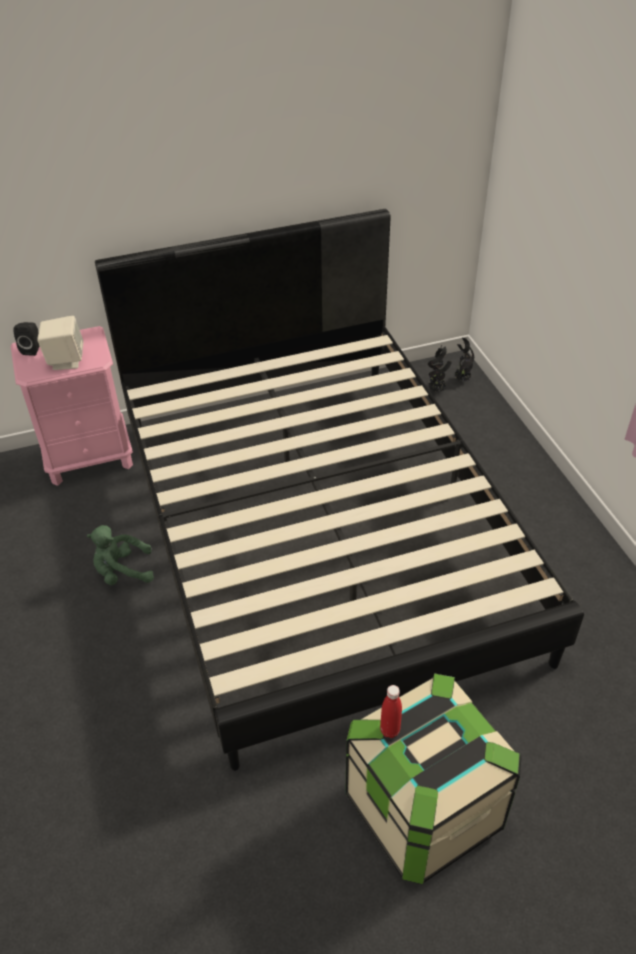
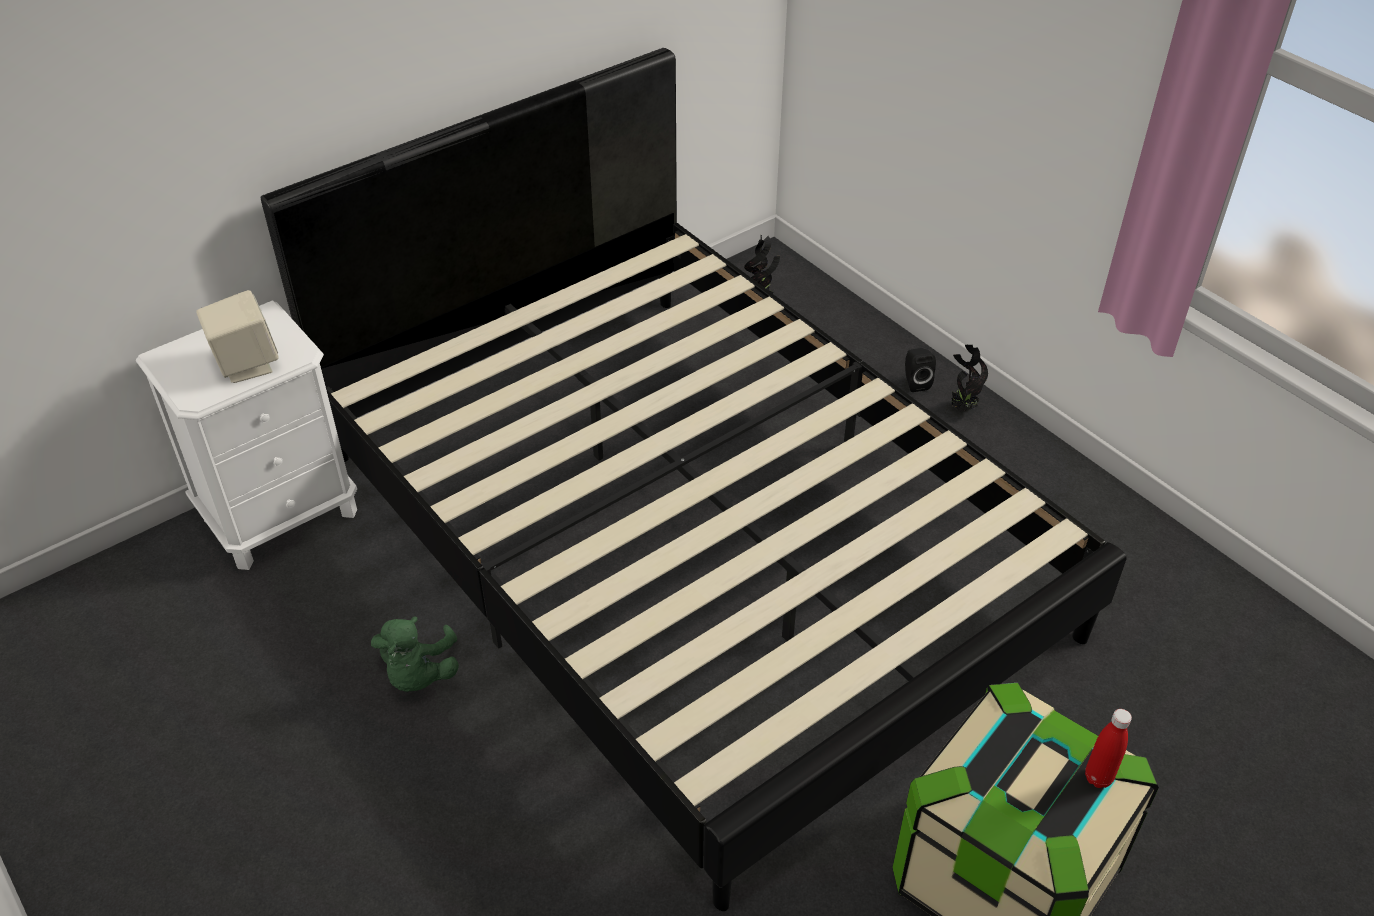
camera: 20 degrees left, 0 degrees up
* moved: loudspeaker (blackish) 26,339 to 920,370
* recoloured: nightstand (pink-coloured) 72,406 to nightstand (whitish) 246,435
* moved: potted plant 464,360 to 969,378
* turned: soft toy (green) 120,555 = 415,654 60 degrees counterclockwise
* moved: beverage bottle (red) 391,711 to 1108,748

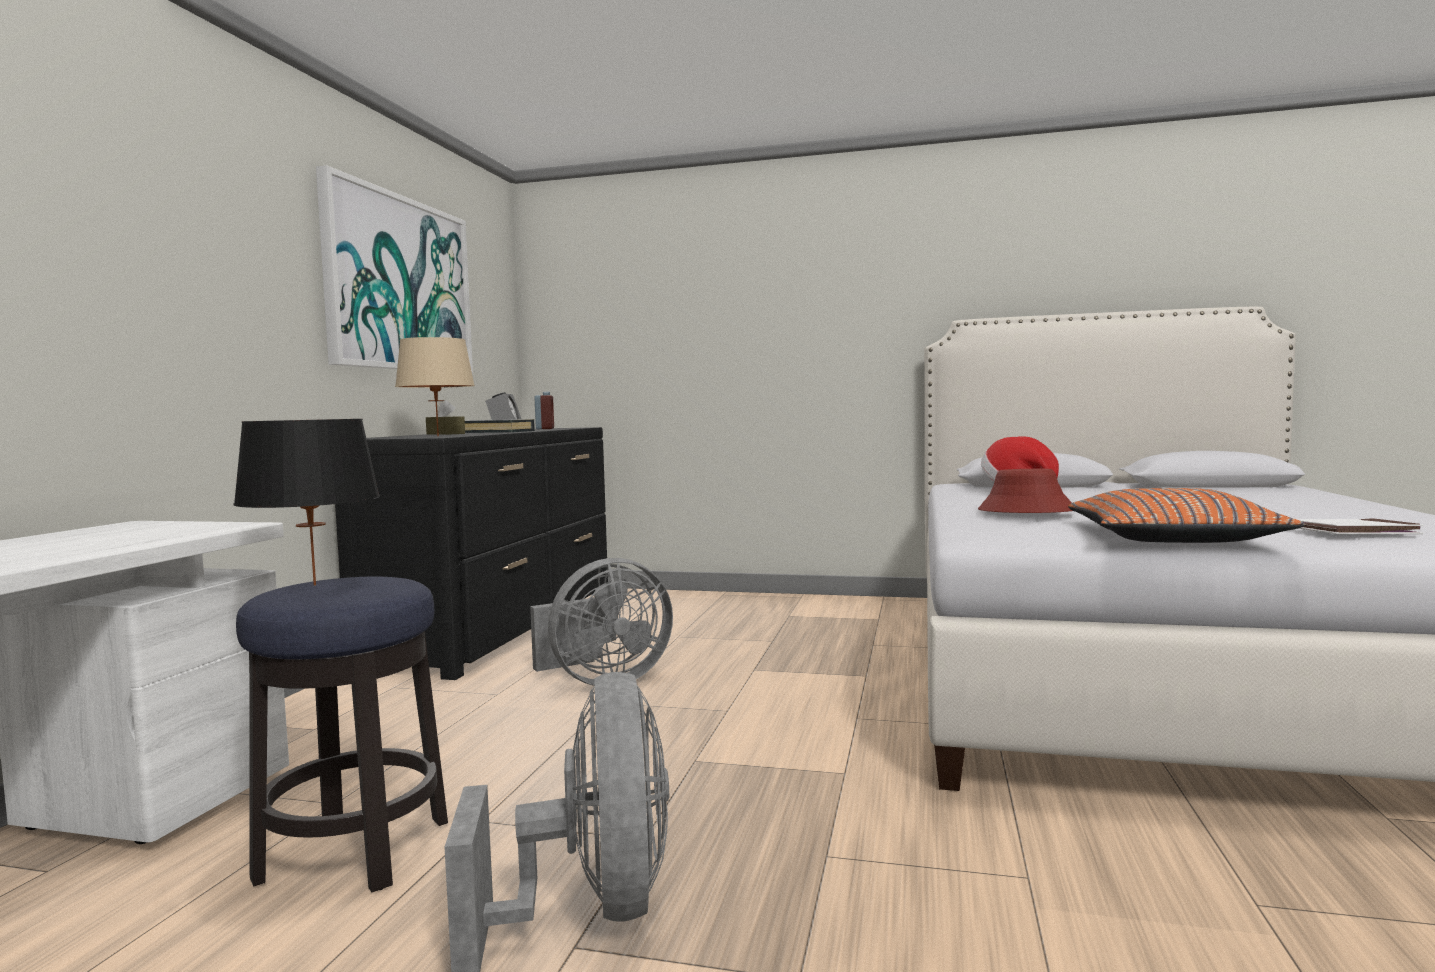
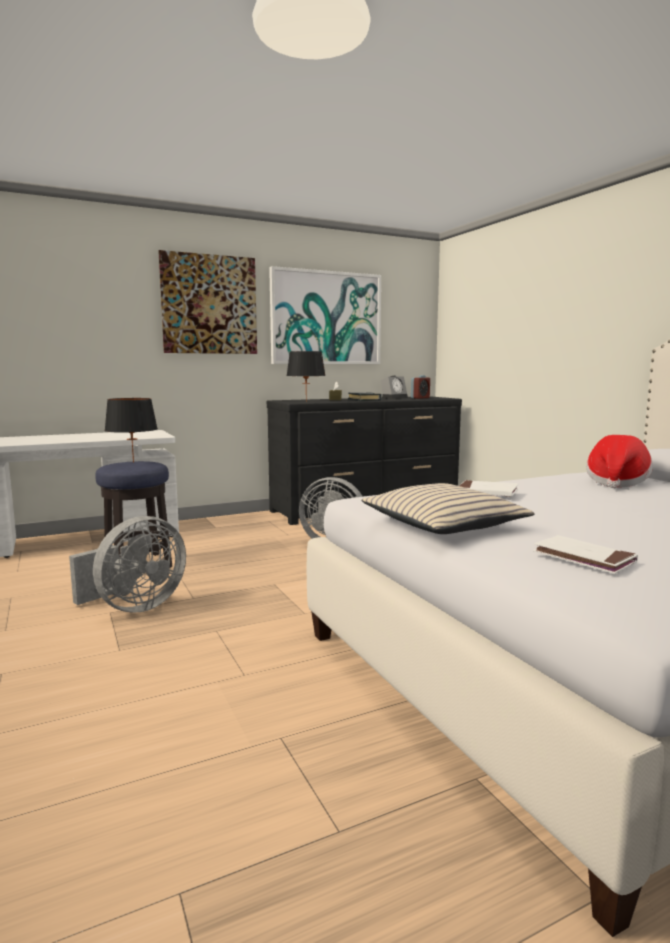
camera: 50 degrees right, 5 degrees up
* recoloured: lamp for a table (beige) 435,386 to lamp for a table (blackish) 306,376
* replaced: hat (red) 1025,491 to book (whitish) 489,488
* recoloured: cushion (orange-coloured) 1186,515 to cushion (beige) 448,508
* added: picture 207,302

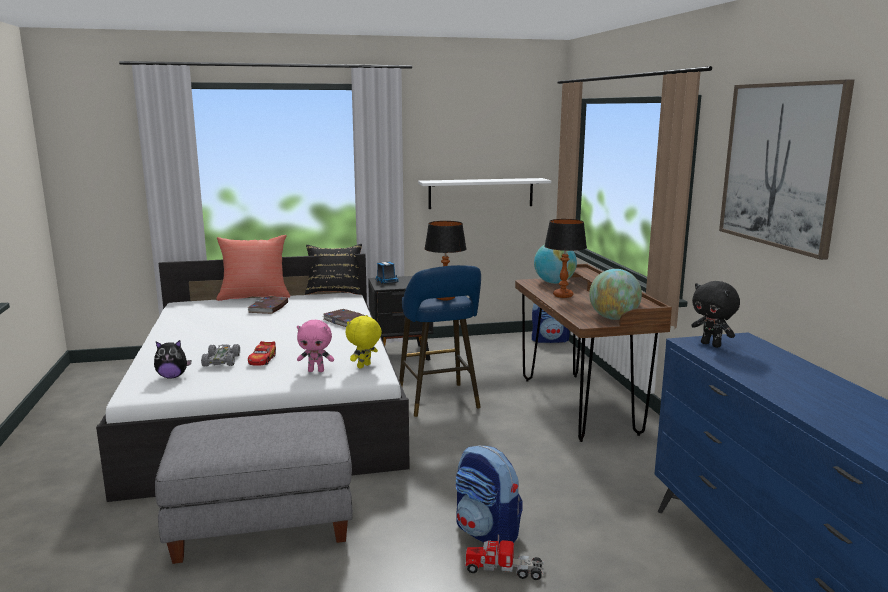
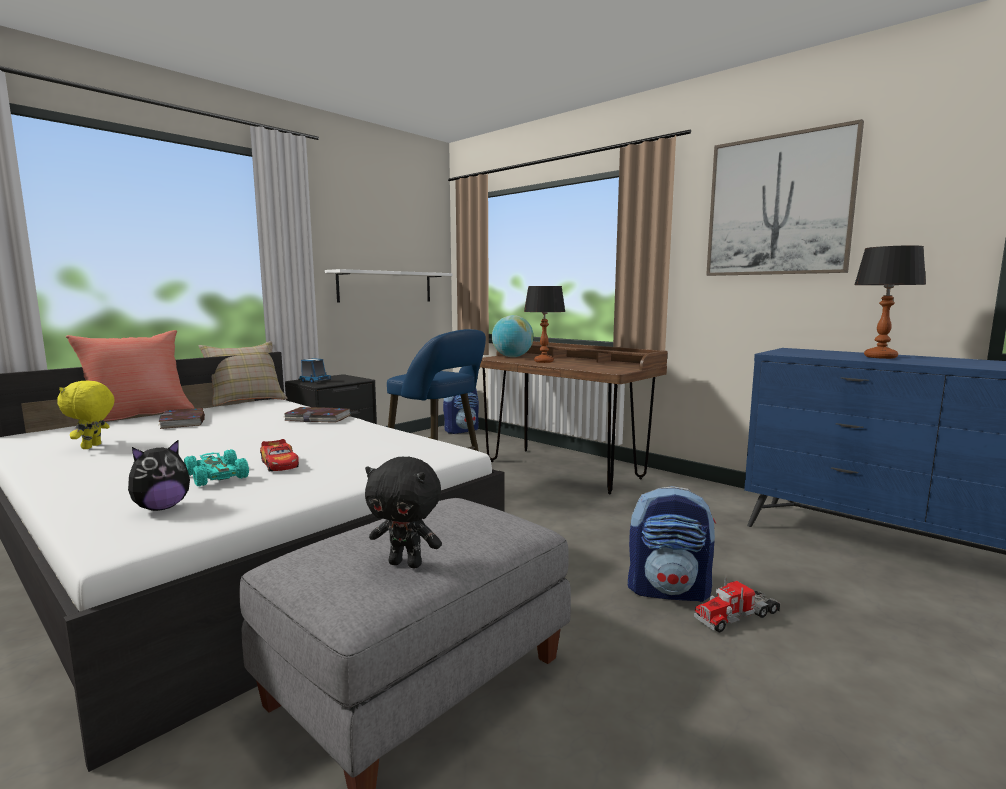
camera: 35 degrees left, 5 degrees down
* moved: lamp for a table 445,260 to 890,302
* recoloured: cushion (blackish) 333,269 to cushion (beige) 243,373
* removed: globe 615,294
* moved: soft toy (blackish) 715,314 to 403,512
* moved: soft toy (yellow-coloured) 363,342 to 86,415
* removed: soft toy (pink-coloured) 315,346
* recoloured: model car (grey) 220,355 to model car (turquoise-coloured) 216,468

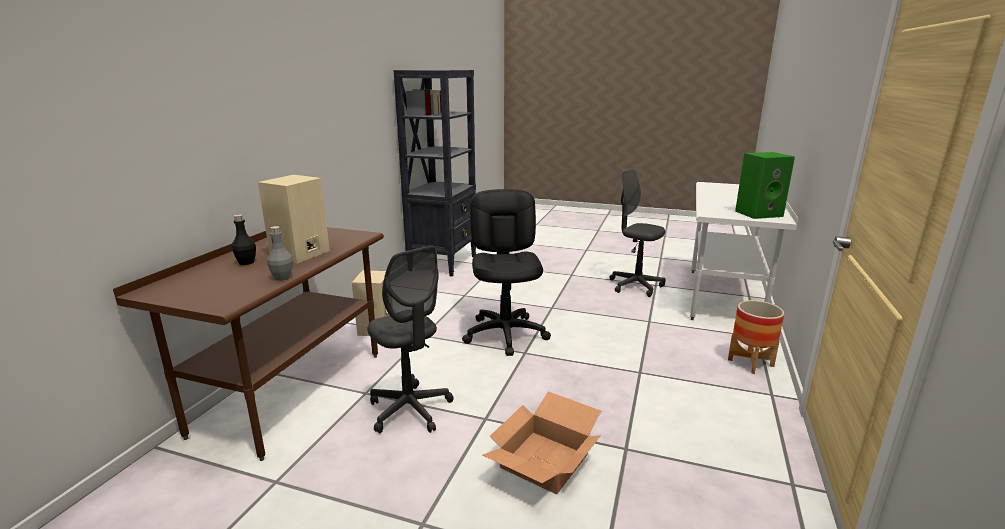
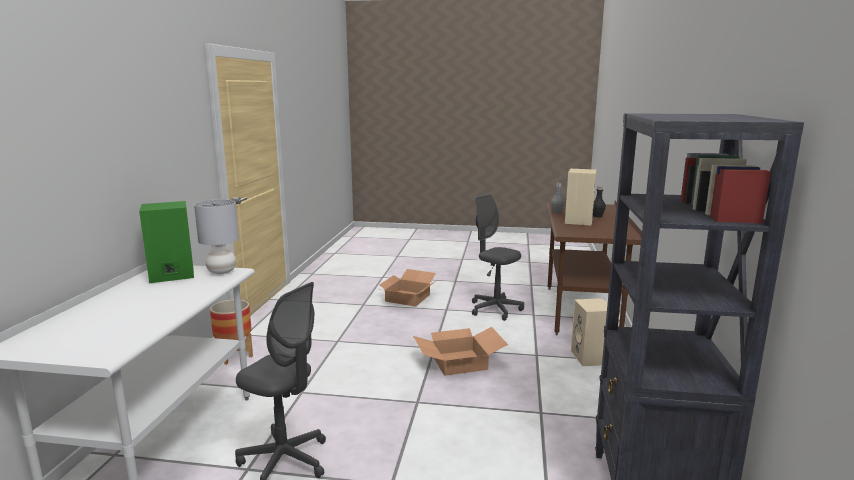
camera: 170 degrees right, 5 degrees down
* replaced: office chair (blackish) 506,272 to cardboard box 460,351
* added: lamp for a table (grey) 216,236

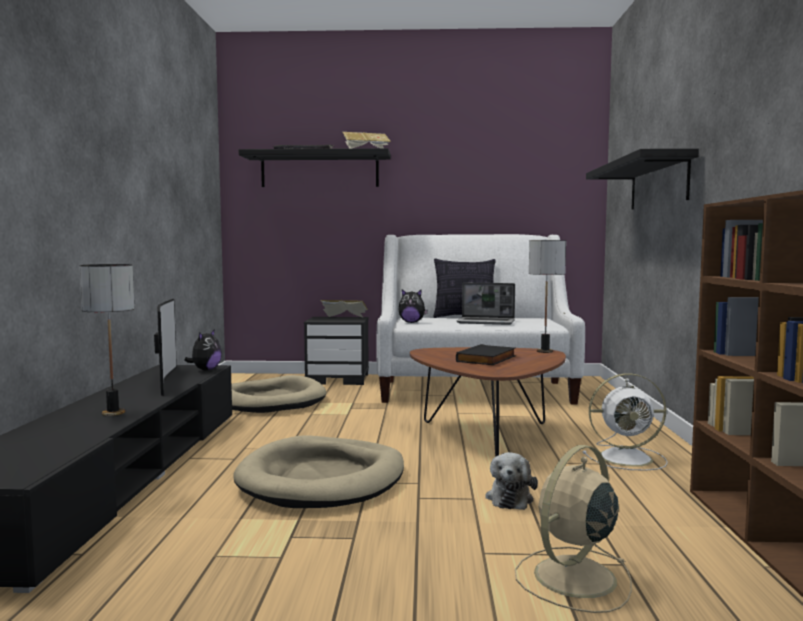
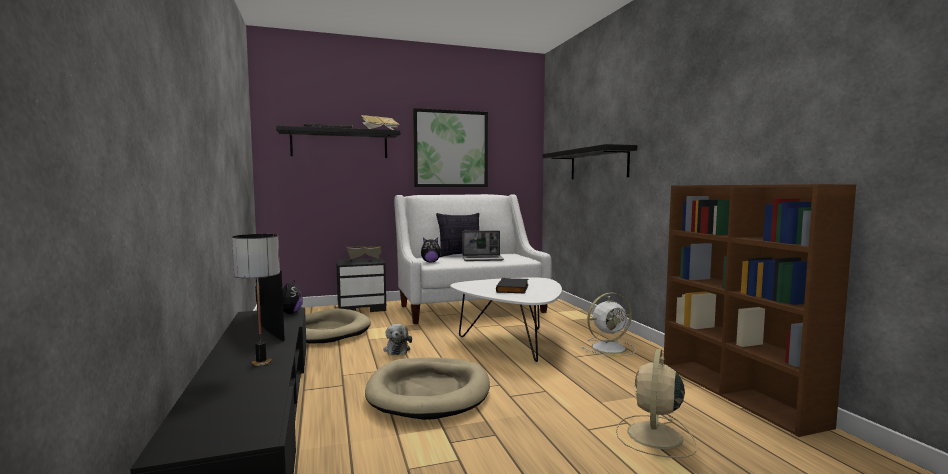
camera: 20 degrees left, 0 degrees up
* removed: lamp for a table 547,296
* recoloured: low table (brown) 488,402 to low table (whitish) 506,319
* moved: soft toy 511,481 to 397,339
* added: picture 450,147

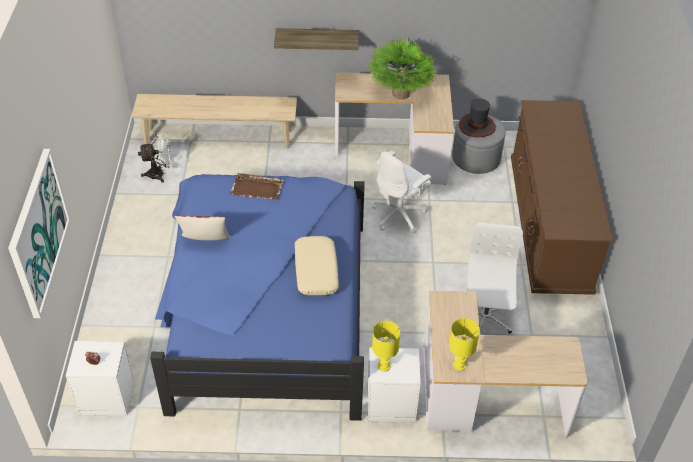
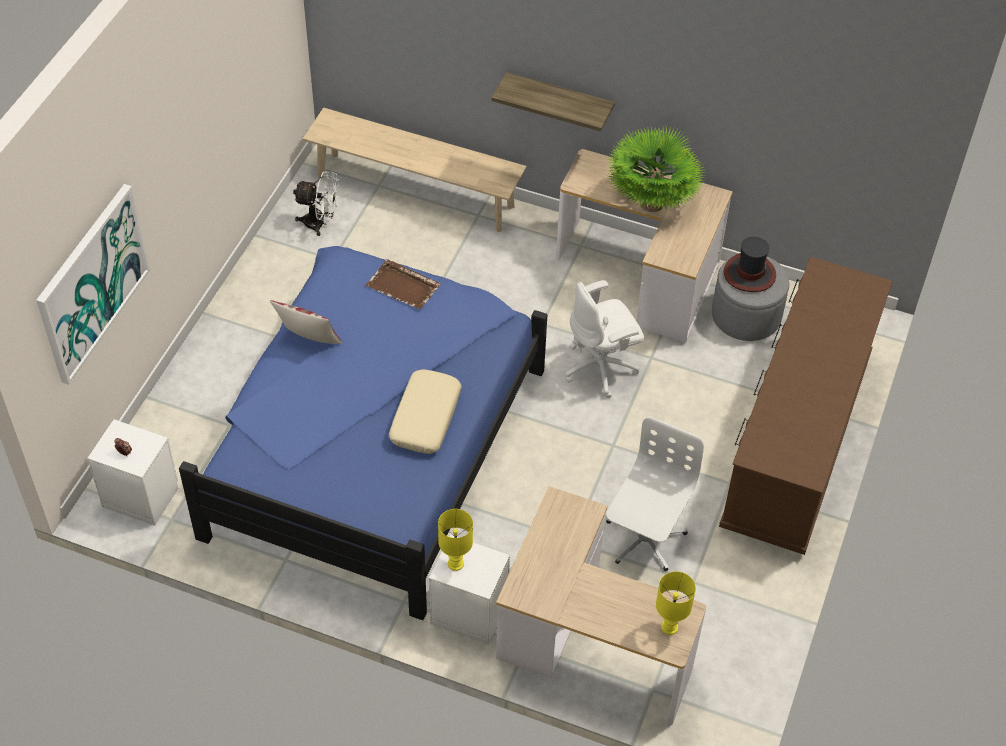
camera: 20 degrees right, 5 degrees up
* moved: lamp for a table (yellow-coloured) 464,344 to 676,603

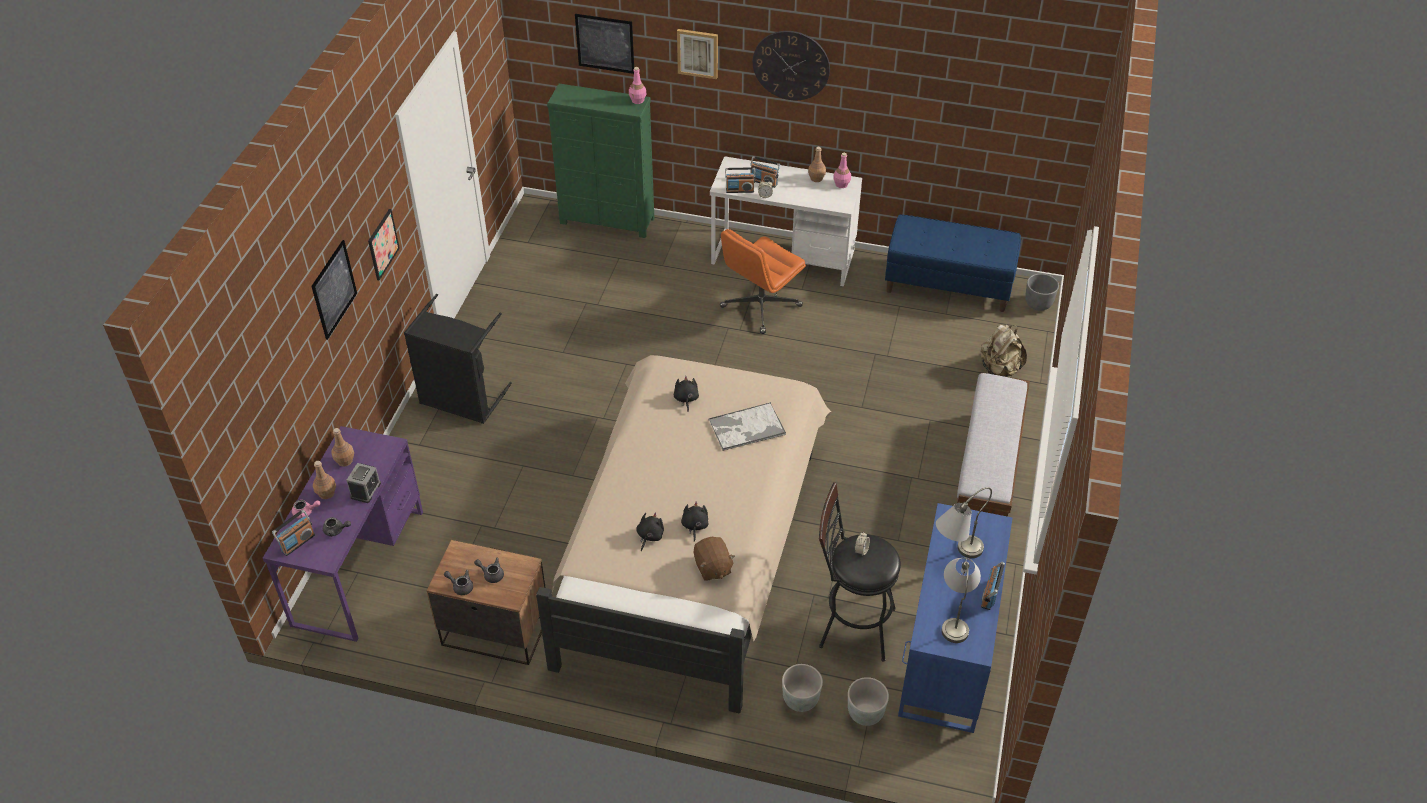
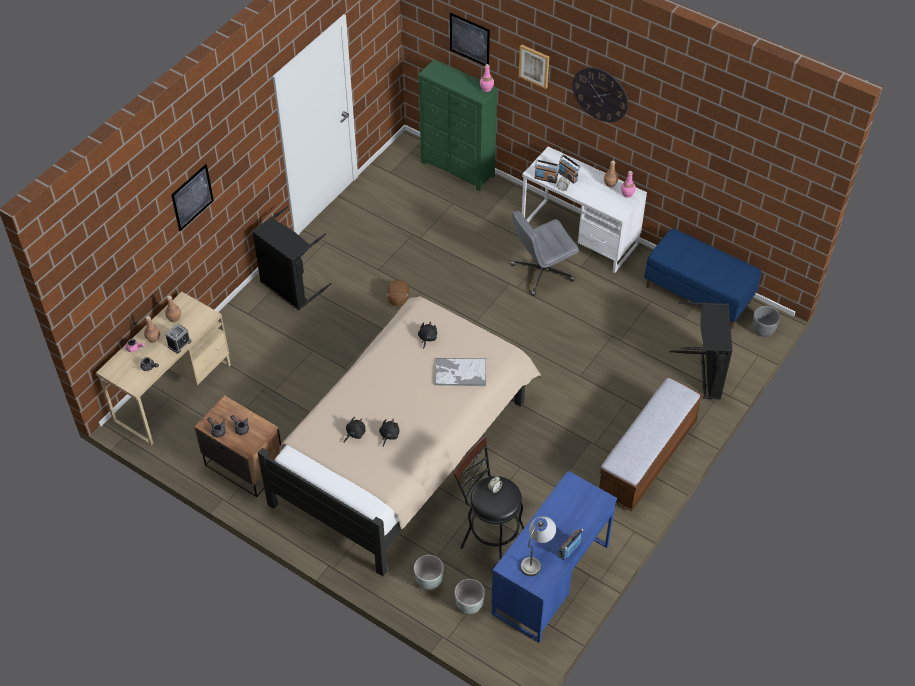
camera: 20 degrees right, 5 degrees up
* removed: picture 384,244
* recoloured: office chair (orange-coloured) 763,281 to office chair (grey) 545,253
* replaced: rucksack (beige) 1004,351 to laundry basket (blackish) 701,350
* recoloured: desk table (purplish) 343,534 to desk table (beige) 163,368
* removed: lamp for a table (grey) 964,522
* removed: radio receiver 293,533
* moved: soft toy (brown) 714,559 to 397,293

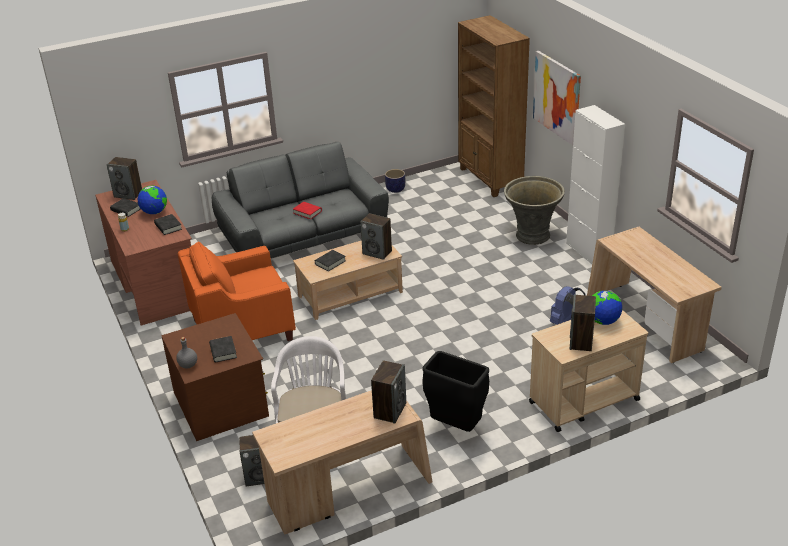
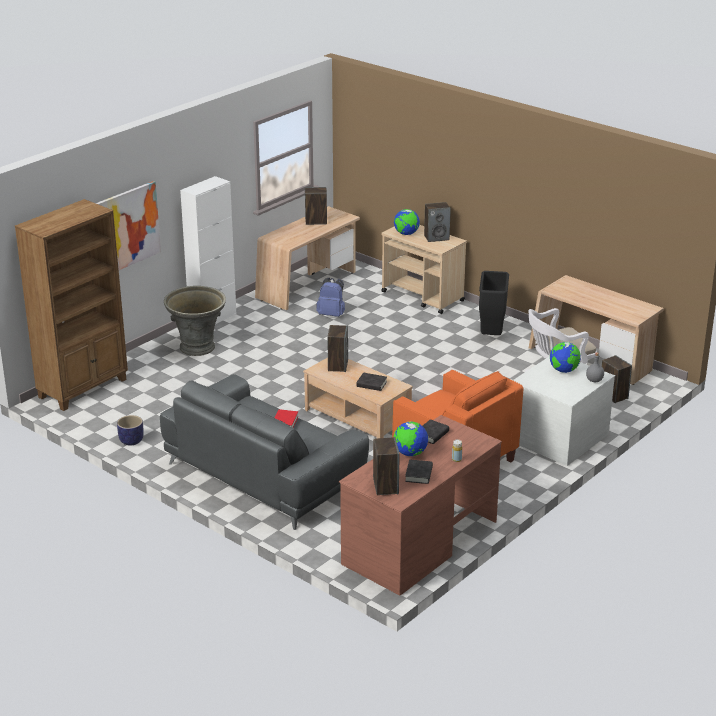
camera: 115 degrees left, 5 degrees down
* recoloured: dresser (brown) 215,377 to dresser (whitish) 564,411
* replaced: book (blackish) 223,349 to globe 565,357
* moved: loudspeaker 388,392 to 316,206

